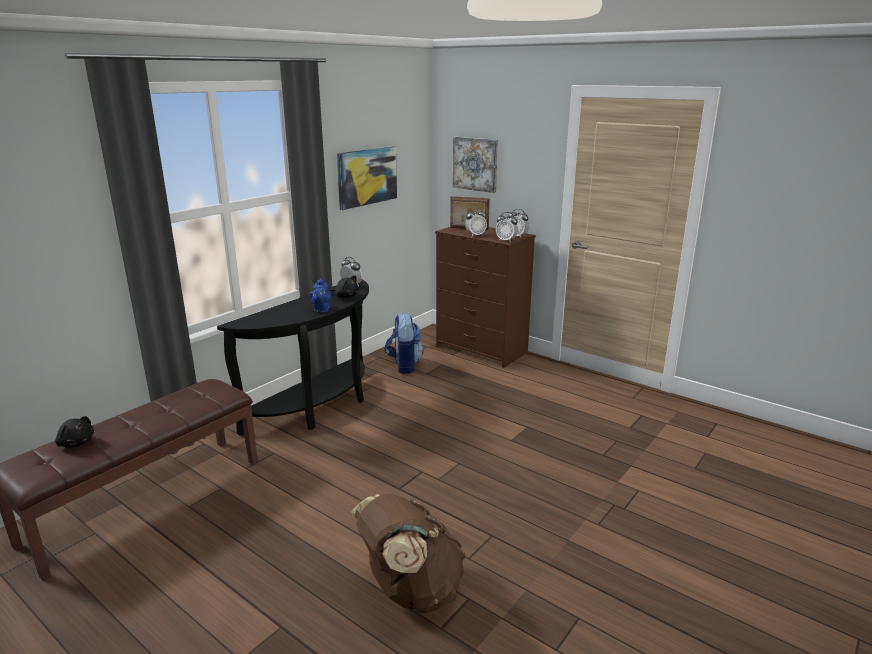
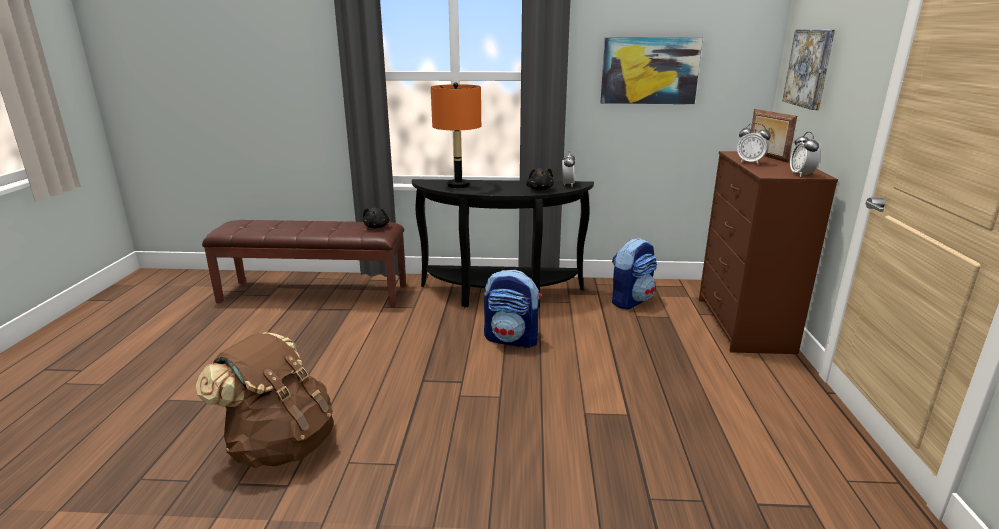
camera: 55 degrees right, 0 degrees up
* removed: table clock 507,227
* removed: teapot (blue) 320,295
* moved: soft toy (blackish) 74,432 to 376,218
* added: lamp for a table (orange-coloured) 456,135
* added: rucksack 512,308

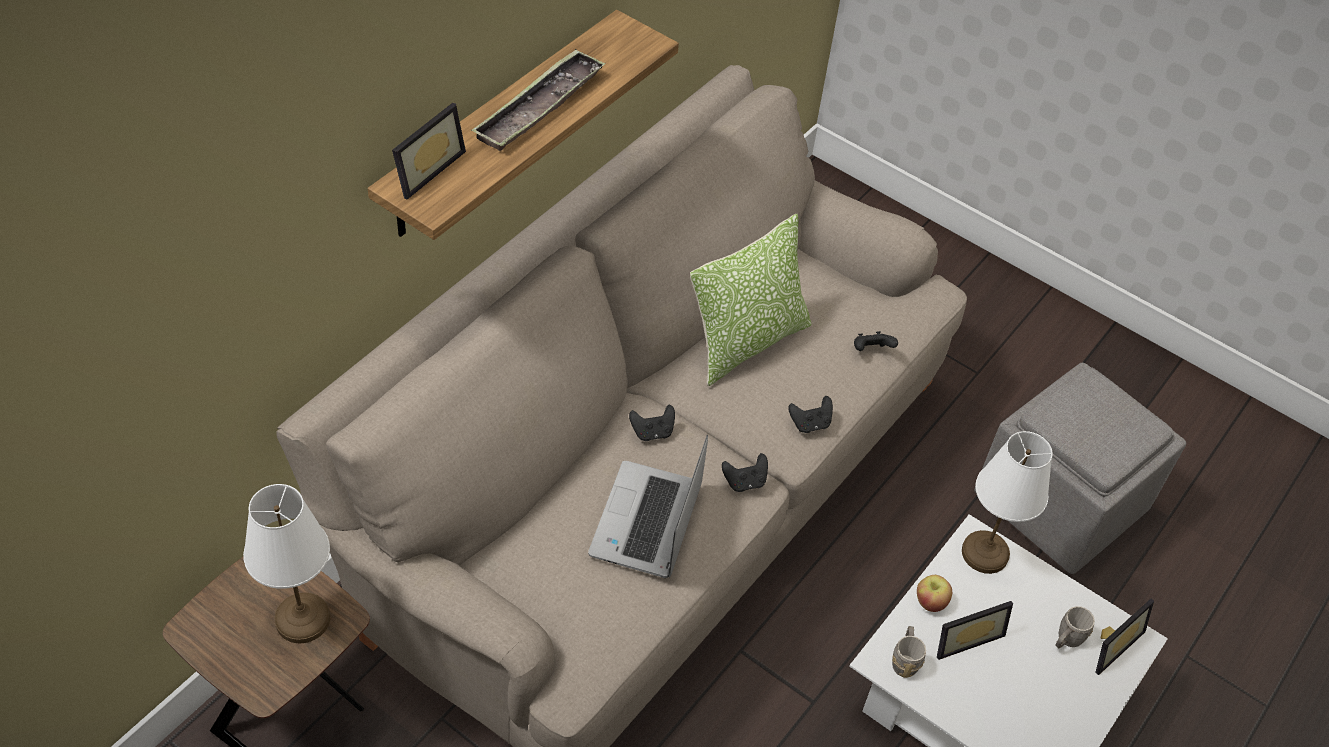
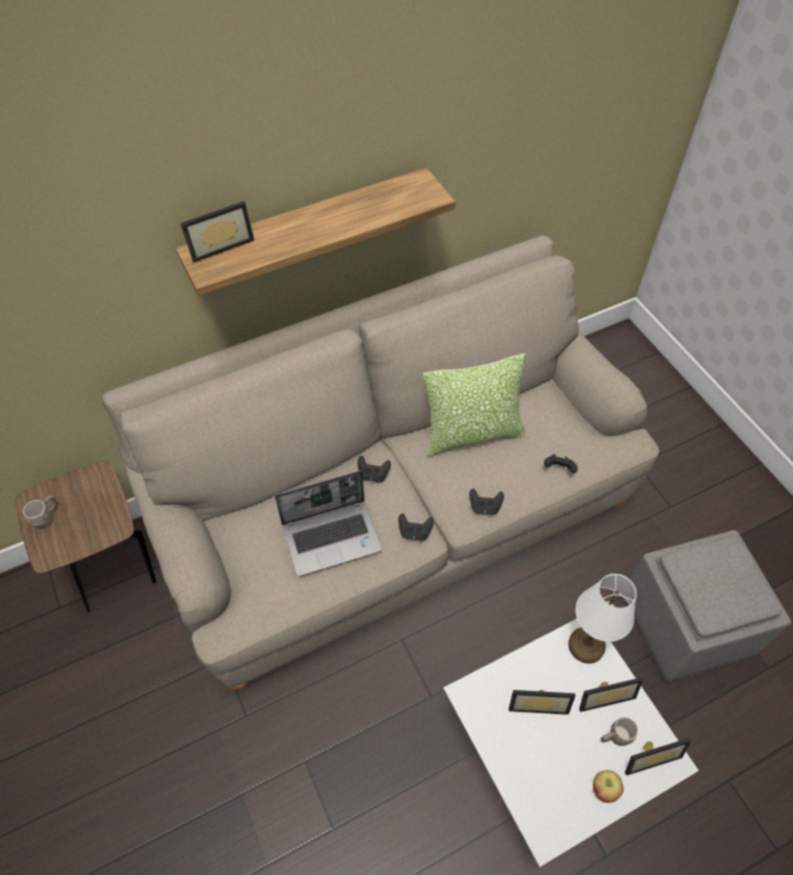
camera: 30 degrees right, 5 degrees up
* removed: carrying tray 538,100
* turned: laptop 648,506 = 328,523 150 degrees counterclockwise
* removed: lamp for a table (whitish) 286,564
* moved: whole apple 934,593 to 608,786
* moved: tea mug (grey) 909,652 to 40,512
* added: picture frame 611,694

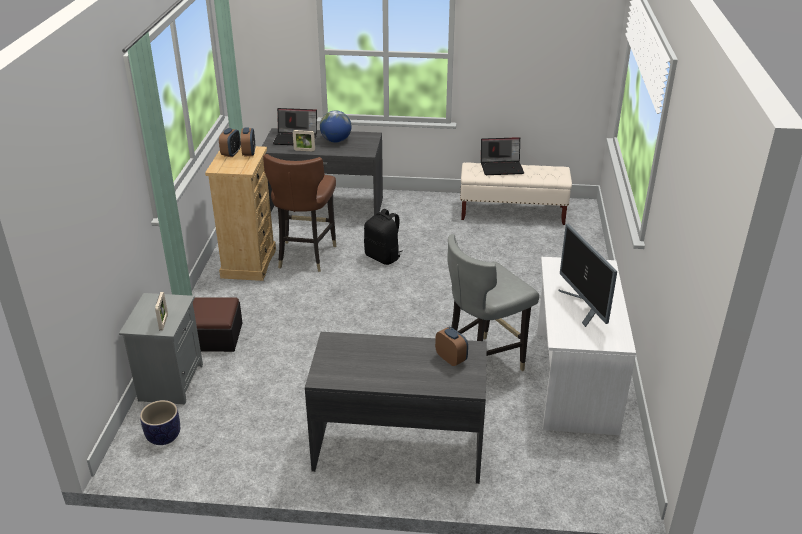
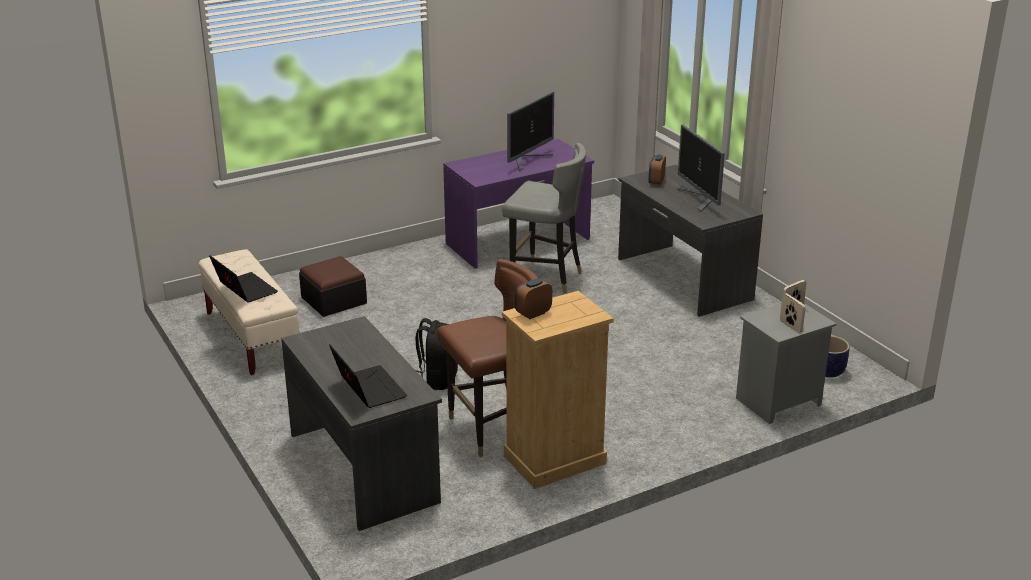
camera: 125 degrees left, 5 degrees down
* removed: globe 335,126
* removed: table clock 230,142
* moved: picture frame 304,140 to 793,313
* recoloured: desk table (whitish) 586,346 to desk table (purplish) 518,204
* moved: pouffe 217,324 to 333,286
* added: monitor 701,168

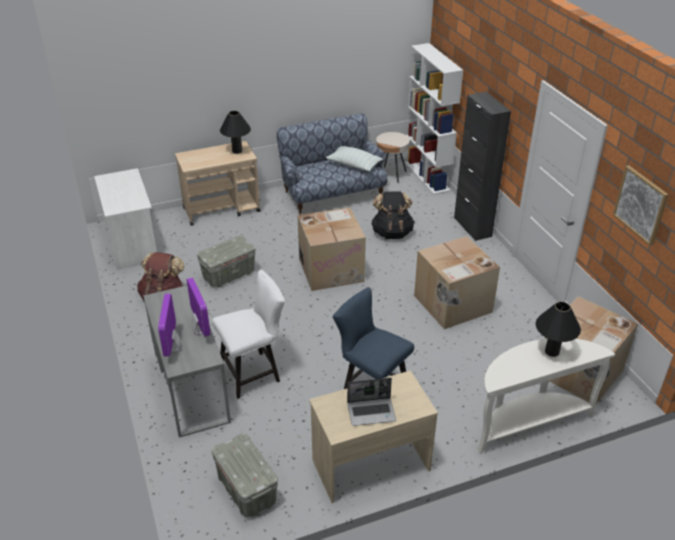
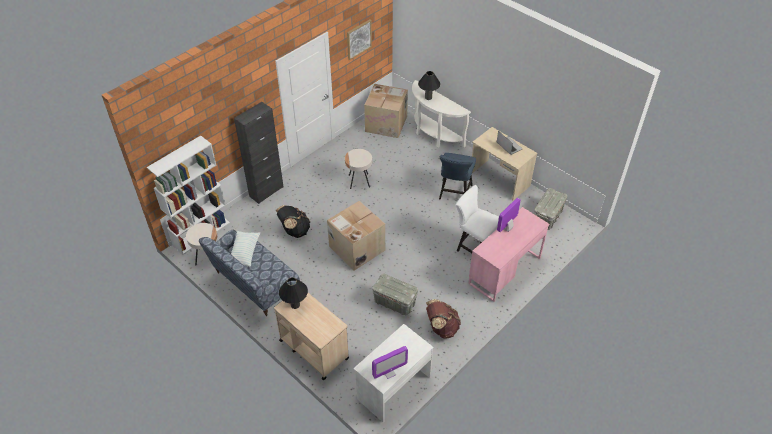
camera: 115 degrees left, 10 degrees up
* replaced: cardboard box 457,282 to accent table (beige) 358,169
* recoloured: desk table (grey) 187,362 to desk table (pink-coloured) 508,254
* moved: monitor 169,325 to 390,362

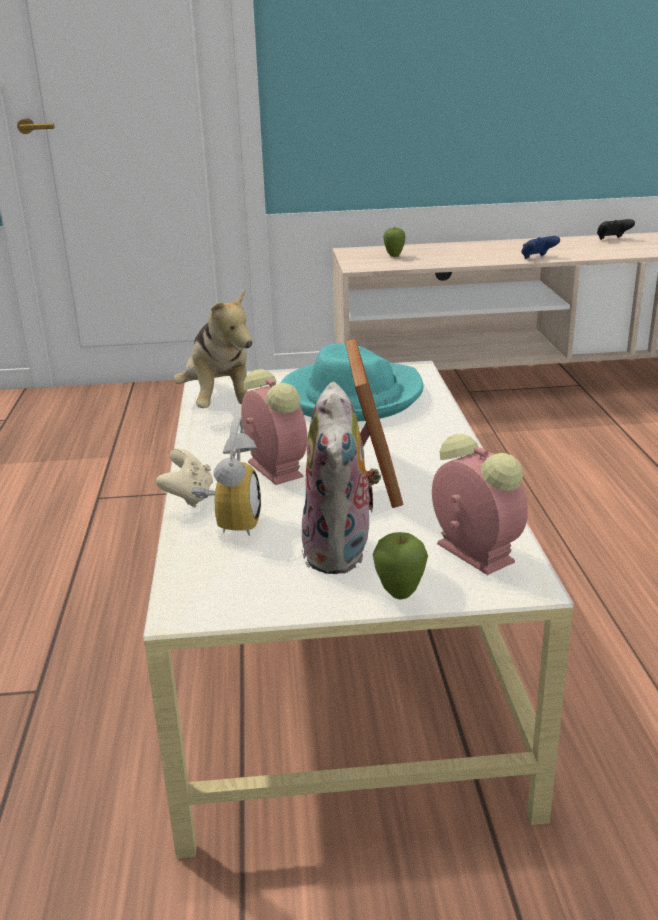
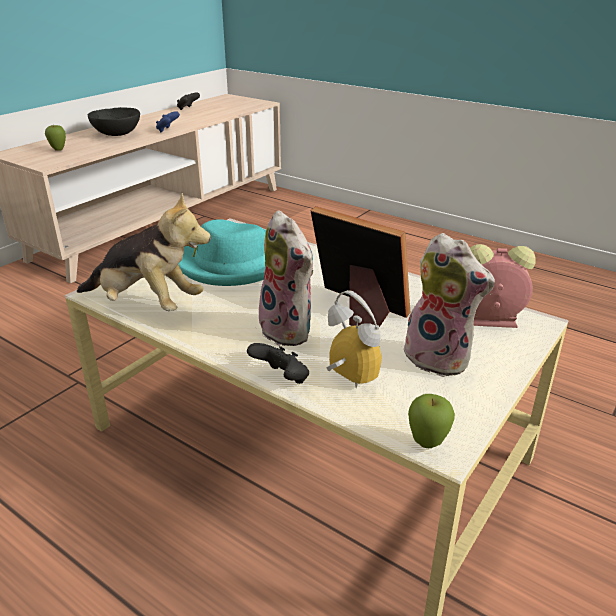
camera: 50 degrees left, 5 degrees up
* replaced: table clock 274,427 to soft toy 284,278
* recoloured: gamepad (beige) 184,478 to gamepad (blackish) 278,363
* moved: whole apple 400,565 to 431,421
* added: bowl (blackish) 114,121

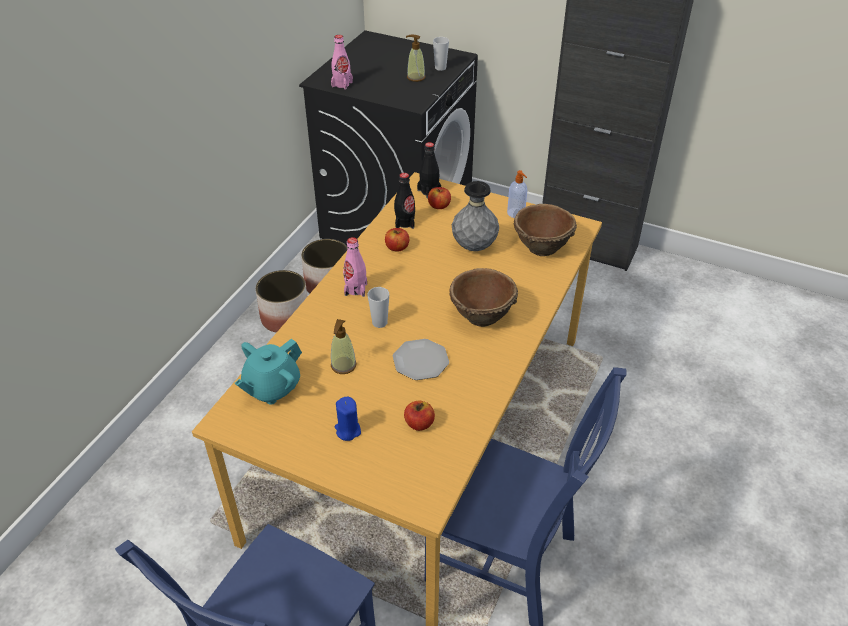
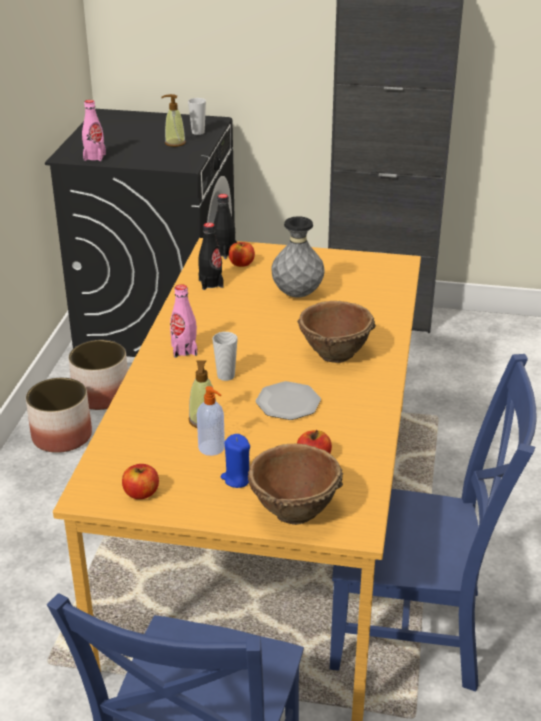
camera: 15 degrees left, 10 degrees down
* moved: soap bottle 517,194 to 211,421
* moved: bowl (brown) 545,230 to 295,484
* moved: whole apple 397,240 to 140,481
* removed: teapot (turquoise-coloured) 268,372

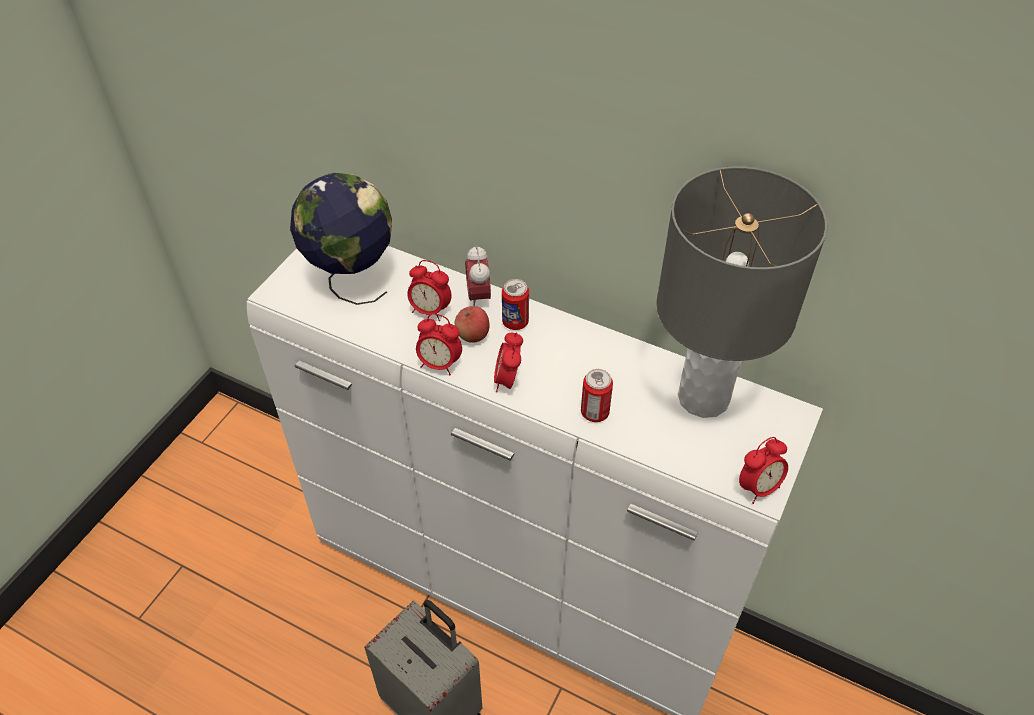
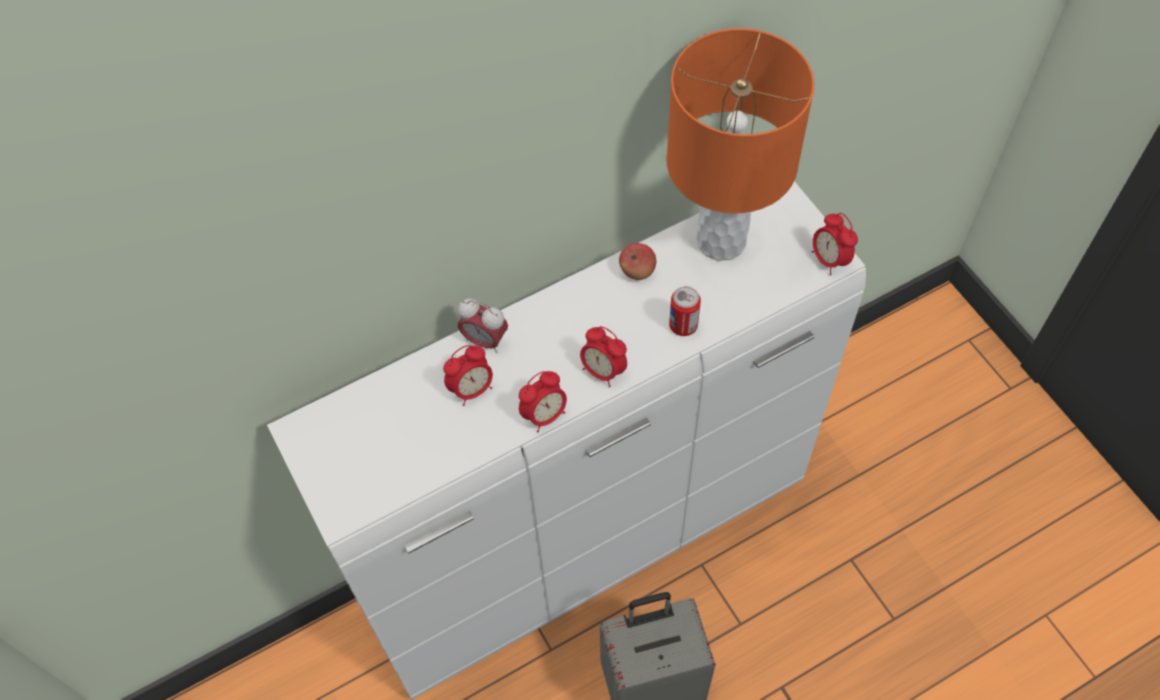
camera: 55 degrees left, 10 degrees up
* recoloured: lamp for a table (grey) 741,292 to lamp for a table (orange-coloured) 740,144
* removed: globe 341,239
* removed: metal can 515,304
* moved: whole apple 472,324 to 637,261
* turned: table clock 763,470 = 834,244 150 degrees clockwise

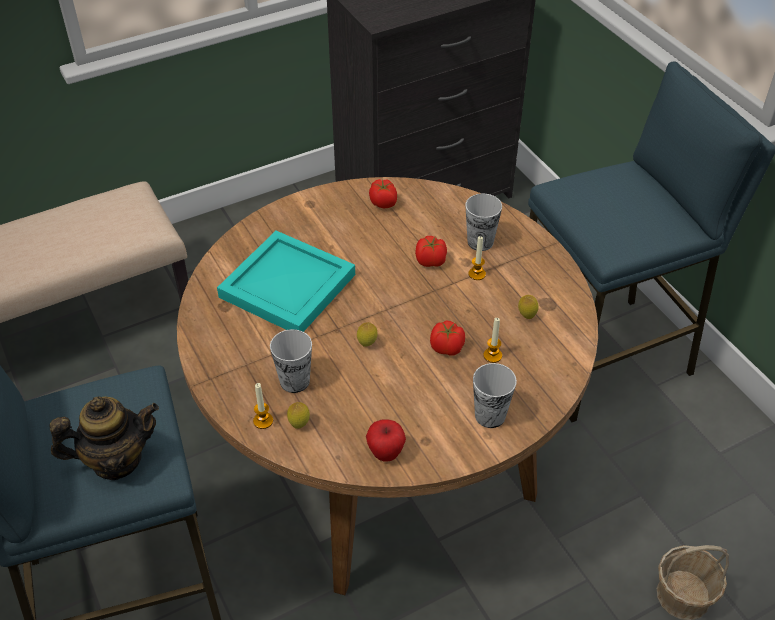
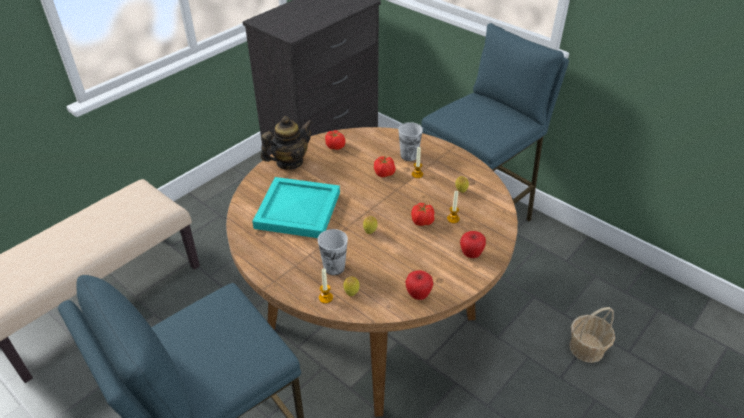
camera: 20 degrees left, 5 degrees down
* replaced: cup 495,395 to whole apple 473,244
* moved: teapot 104,438 to 287,143

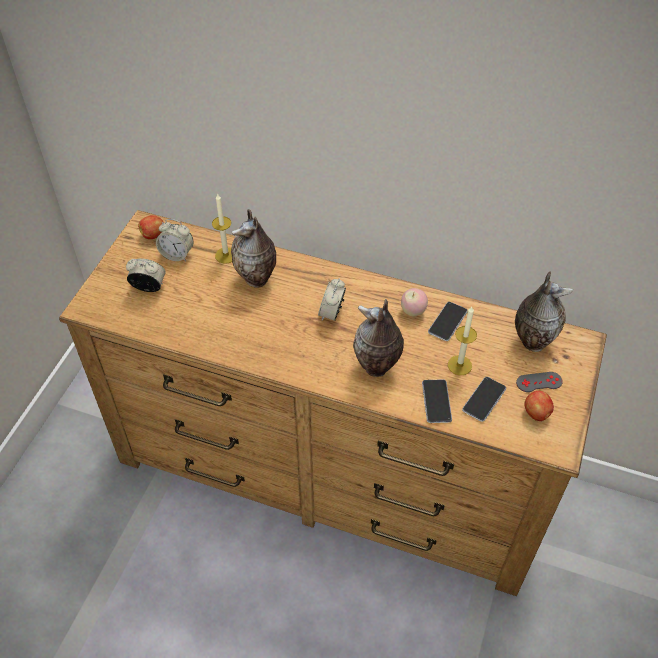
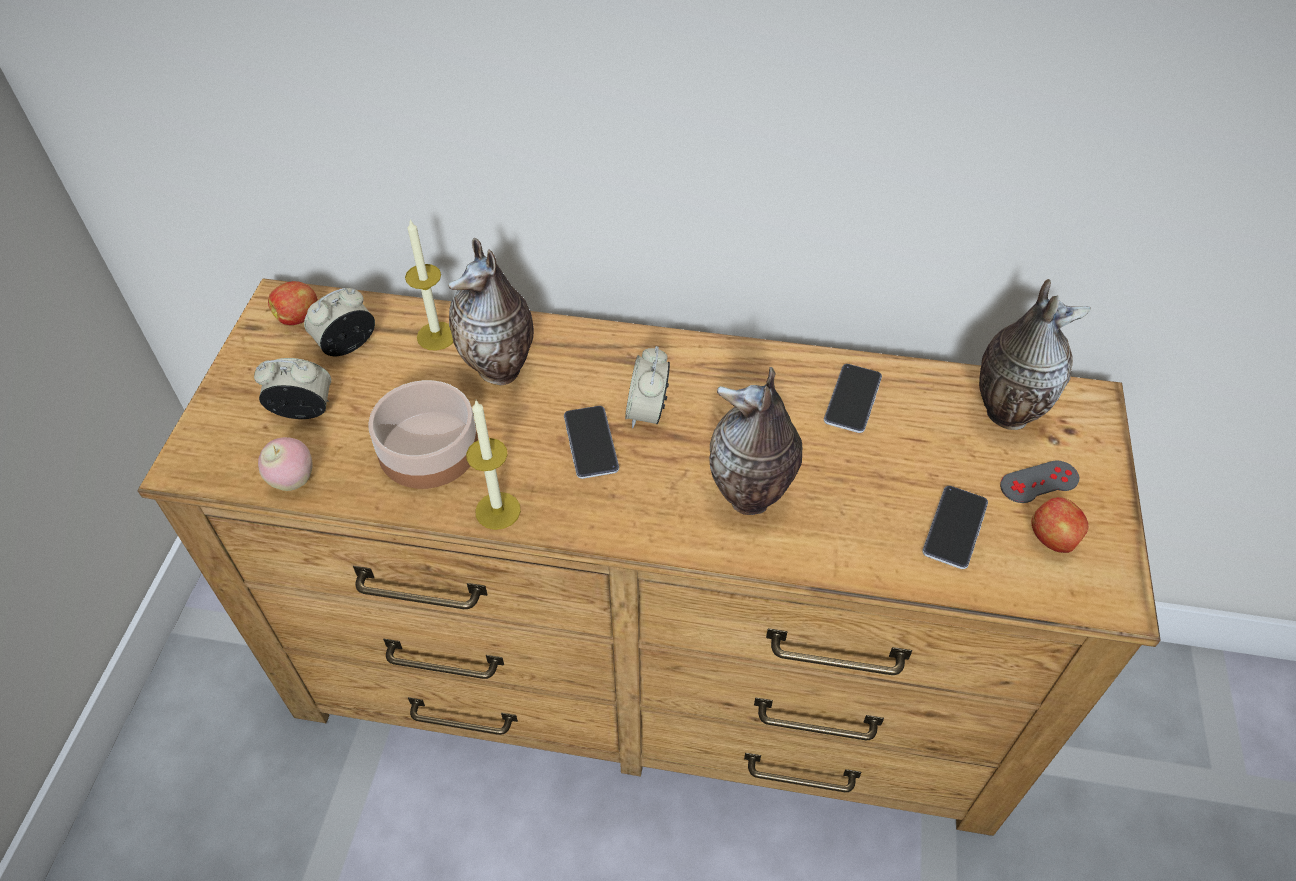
camera: 10 degrees left, 0 degrees up
* turned: table clock 175,240 = 339,322 135 degrees clockwise
* moved: whole apple 414,302 to 285,464
* moved: wax candle 462,341 to 493,464
* moved: handset 437,401 to 591,442
* added: bowl 423,434

